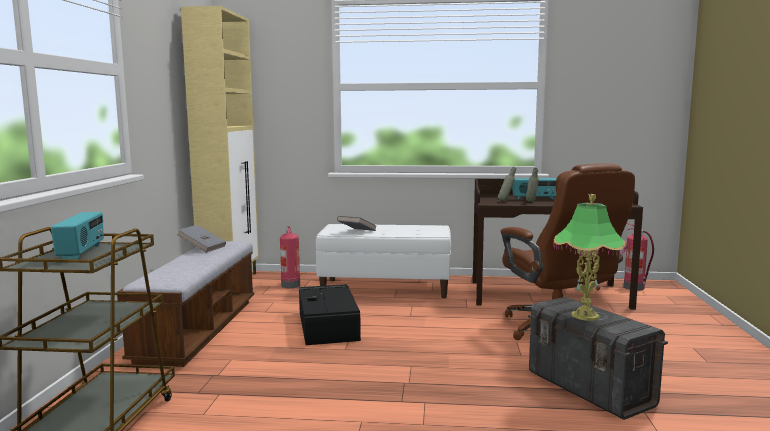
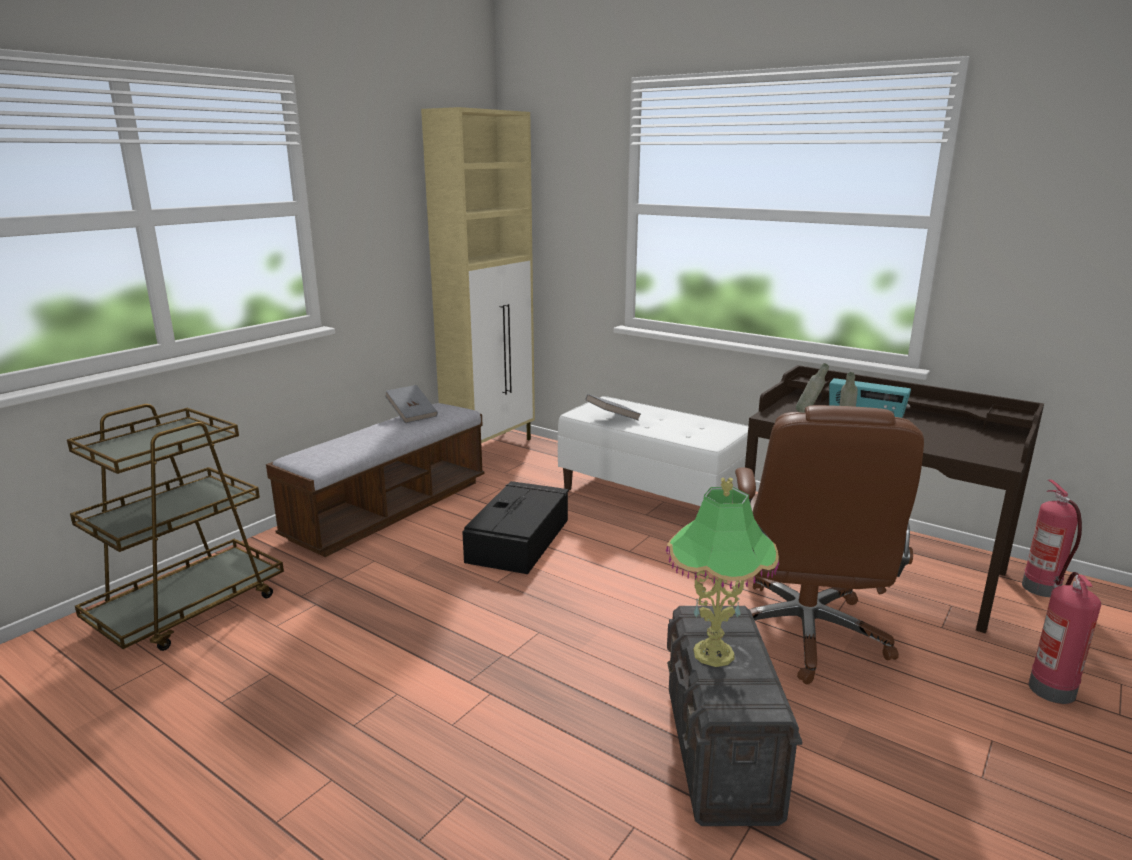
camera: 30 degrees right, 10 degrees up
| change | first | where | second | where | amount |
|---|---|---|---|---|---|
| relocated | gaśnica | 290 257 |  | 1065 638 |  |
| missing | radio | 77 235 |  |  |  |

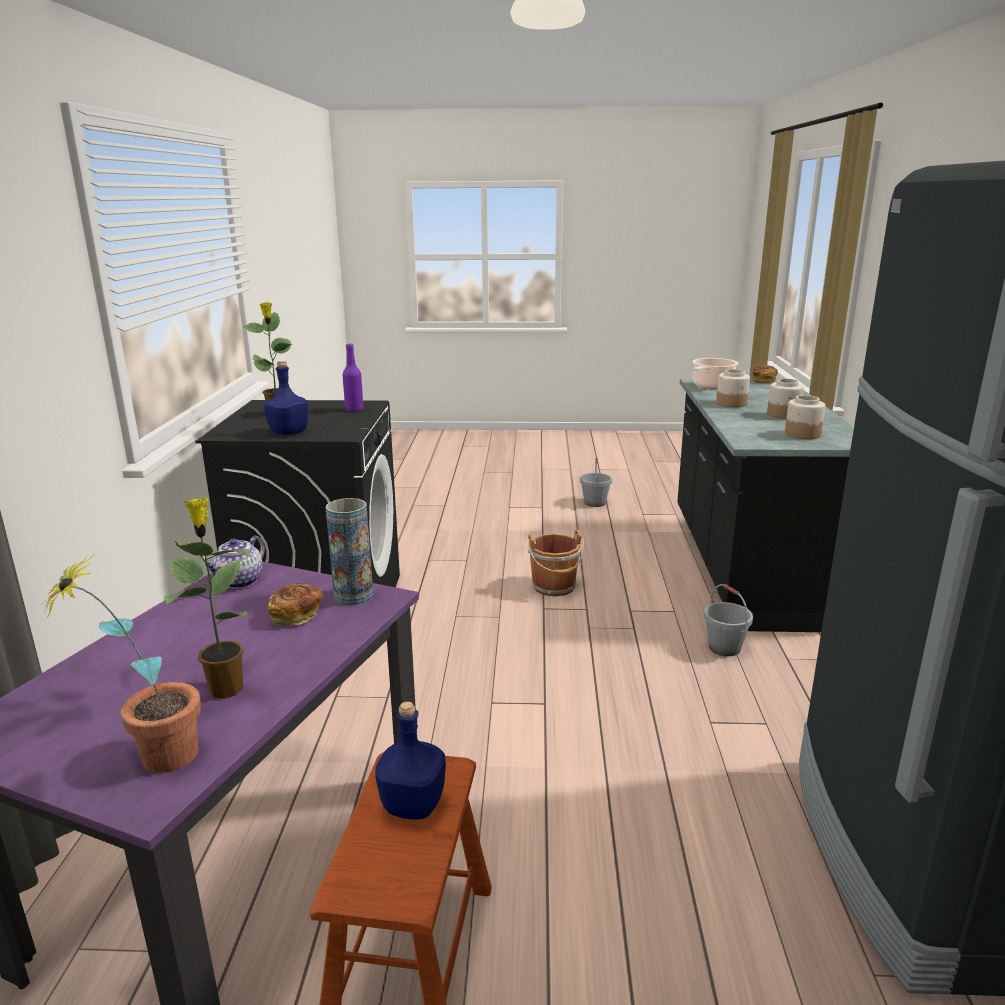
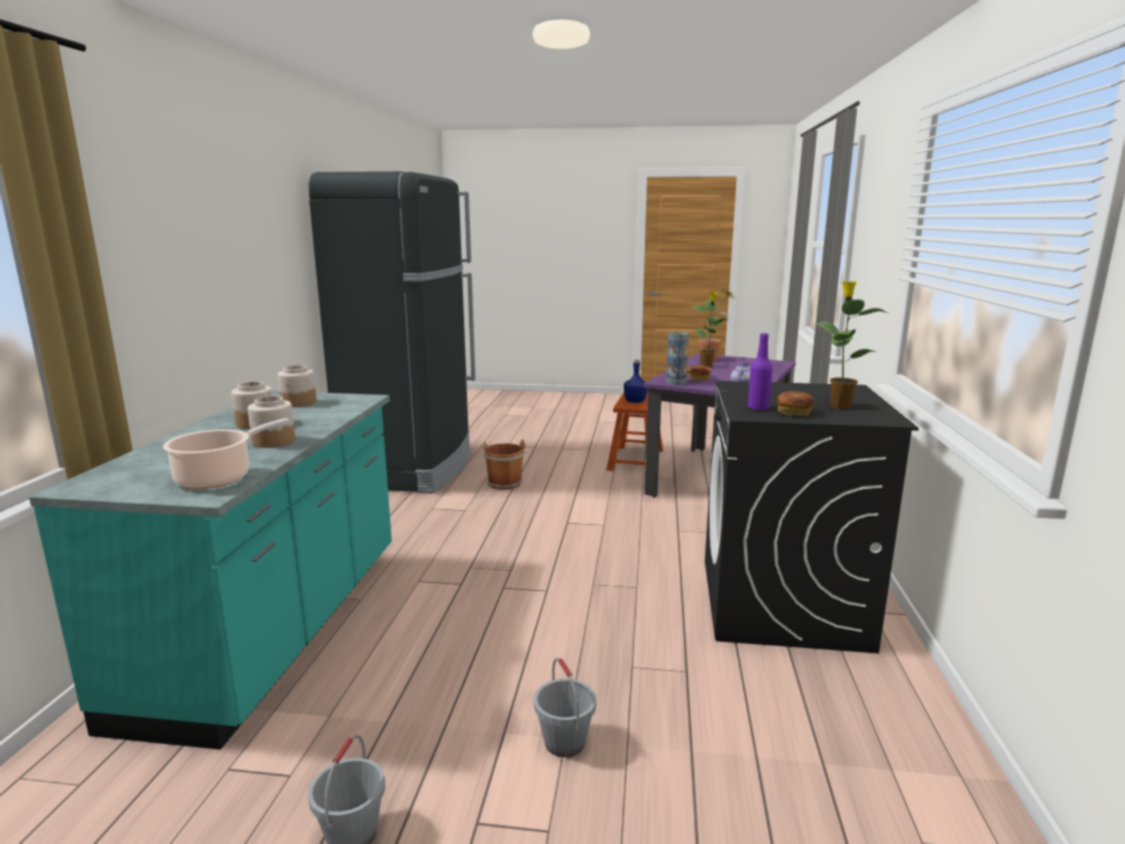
camera: 175 degrees left, 5 degrees down
| change | first | where | second | where | amount |
|---|---|---|---|---|---|
| colour | zabudowa kuchenna/czarny | 765 505 | zabudowa kuchenna/turkusowy | 210 570 |  |
| relocated | wiadro/brązowy | 556 563 |  | 503 465 |  |
| relocated | wiadro/szary | 728 620 |  | 565 707 |  |
| relocated | chleb | 765 374 |  | 795 403 |  |
| missing | butelka/niebieski | 286 398 |  |  |  |

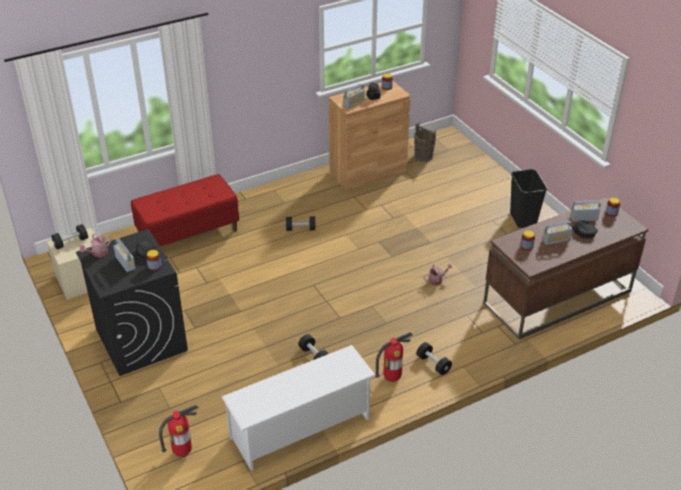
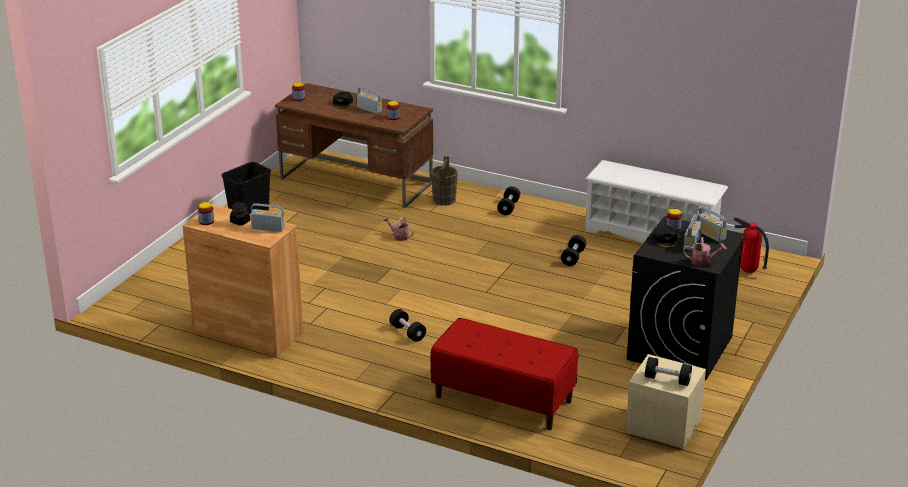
camera: 125 degrees left, 10 degrees down
| change | first | where | second | where | amount |
|---|---|---|---|---|---|
| relocated | wiadro/brązowy | 425 142 |  | 444 181 |  |
| relocated | radio | 585 210 |  | 713 224 |  |
| missing | gaśnica | 394 357 |  |  |  |

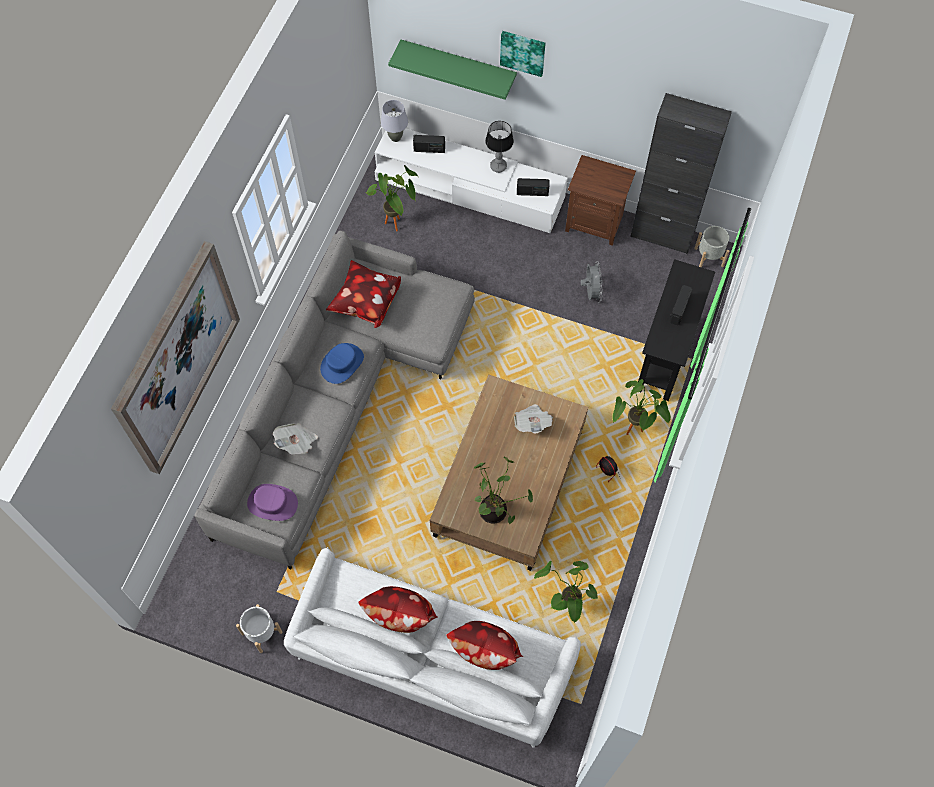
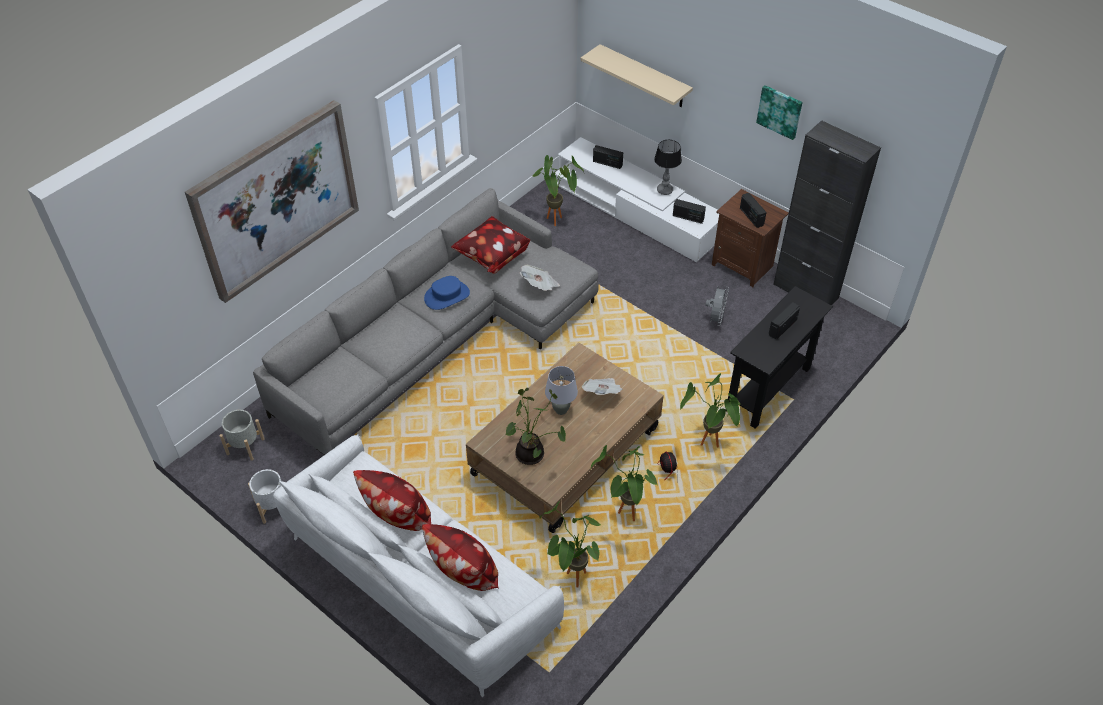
camera: 20 degrees right, 15 degrees down
| change | first | where | second | where | amount |
|---|---|---|---|---|---|
| relocated | donica/szary | 711 247 |  | 242 435 |  |
| relocated | gazeta | 295 439 |  | 540 278 |  |
| relocated | lampa stołowa/szary | 394 121 |  | 561 390 |  |
| colour | półka/zielony | 452 70 | półka/beżowy | 636 75 |  |
| appeared |  |  | roślina doniczkowa | 623 483 |  |
| appeared |  |  | radio | 753 210 |  |
| relocated | obraz | 523 54 |  | 779 112 |  |
| missing | kapelusz/fioletowy | 272 502 |  |  |  |

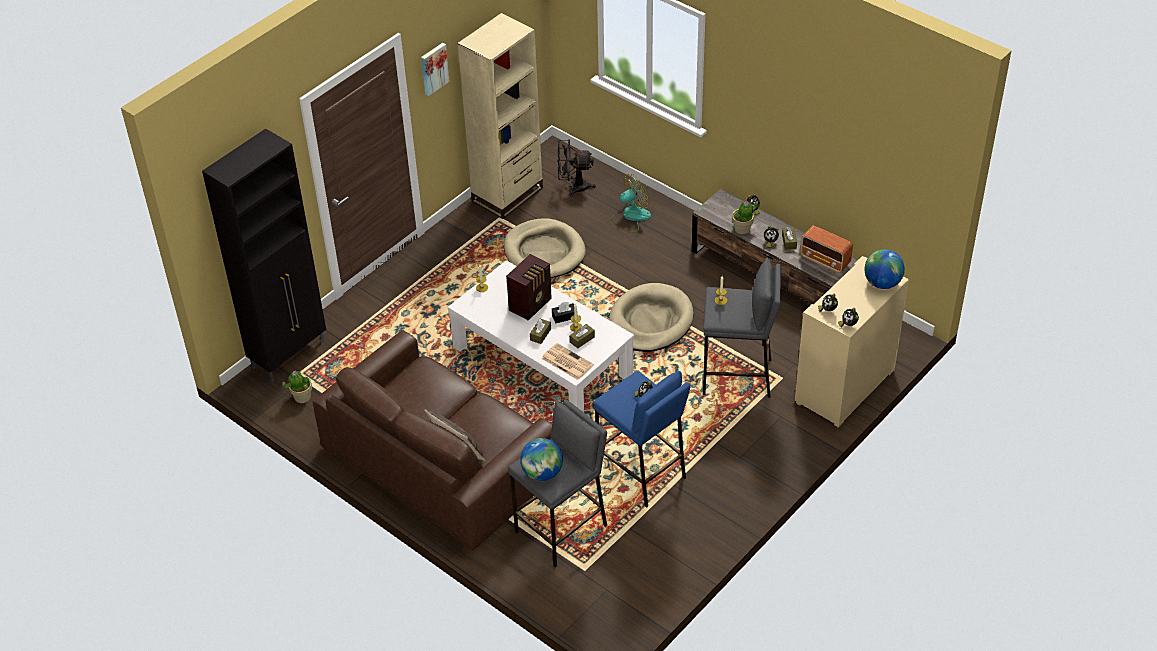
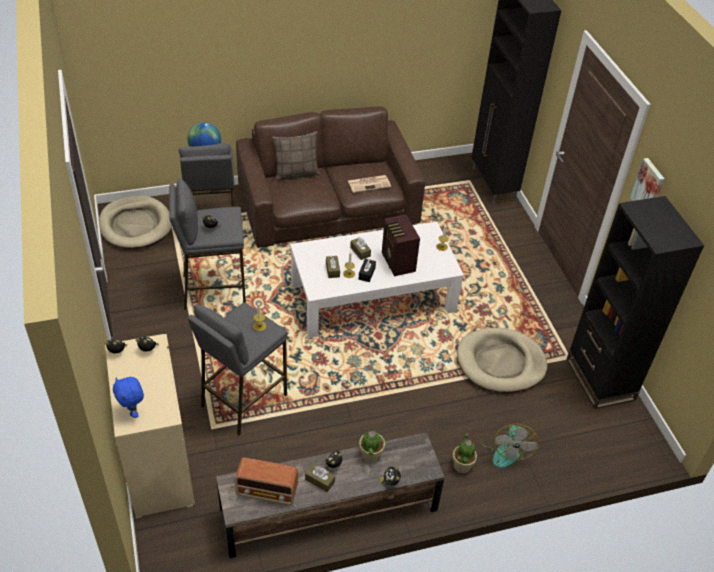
camera: 120 degrees right, 0 degrees up
| change | first | where | second | where | amount |
|---|---|---|---|---|---|
| relocated | legowisko/beżowy | 651 317 |  | 135 222 |  |
| exchanged | globus | 884 269 | pluszak/niebieski | 128 397 |  |
| colour | stołek/niebieski | 642 439 | stołek/szary | 207 244 |  |
| spun | radio | 826 249 |  | 266 481 | 150 degrees counterclockwise |
| relocated | gazeta | 567 361 |  | 369 184 |  |
| relocated | roślina doniczkowa | 297 386 |  | 464 453 |  |
| colour | regał/beżowy | 500 116 | regał/czarny | 635 302 |  |
| missing | wentylator/czarny | 576 168 |  |  |  |

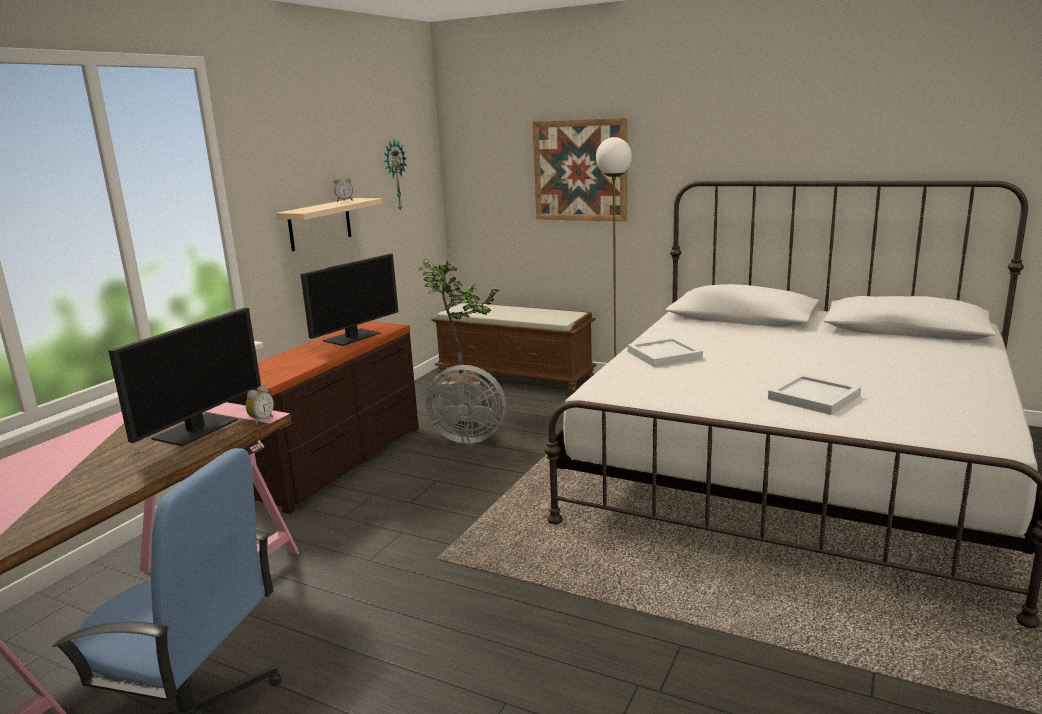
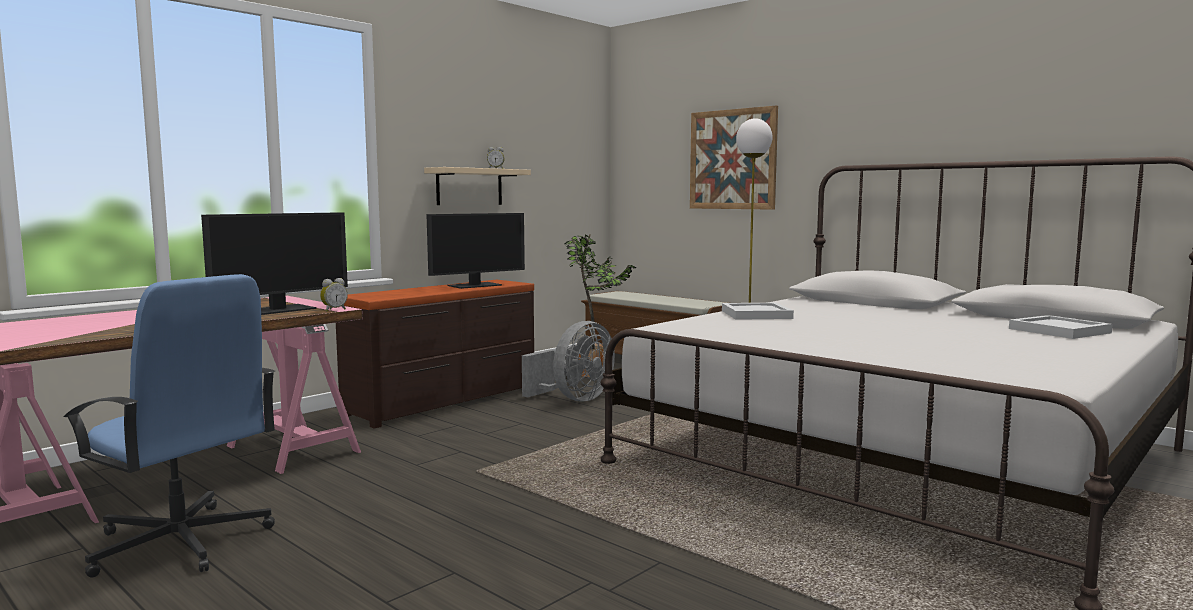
camera: 15 degrees right, 10 degrees down
| change | first | where | second | where | amount |
|---|---|---|---|---|---|
| spun | wentylator/szary | 466 404 |  | 568 361 | 75 degrees counterclockwise |
| relocated | taca/biały | 814 394 |  | 1061 327 |  |
| missing | zegar ścienny | 395 176 |  |  |  |

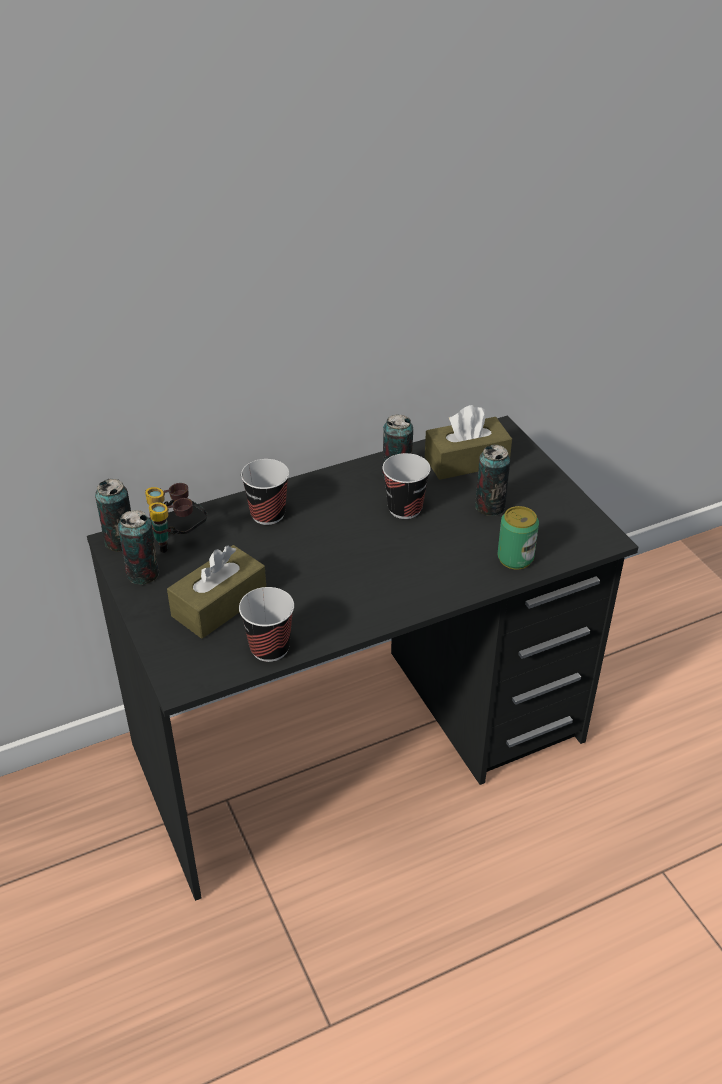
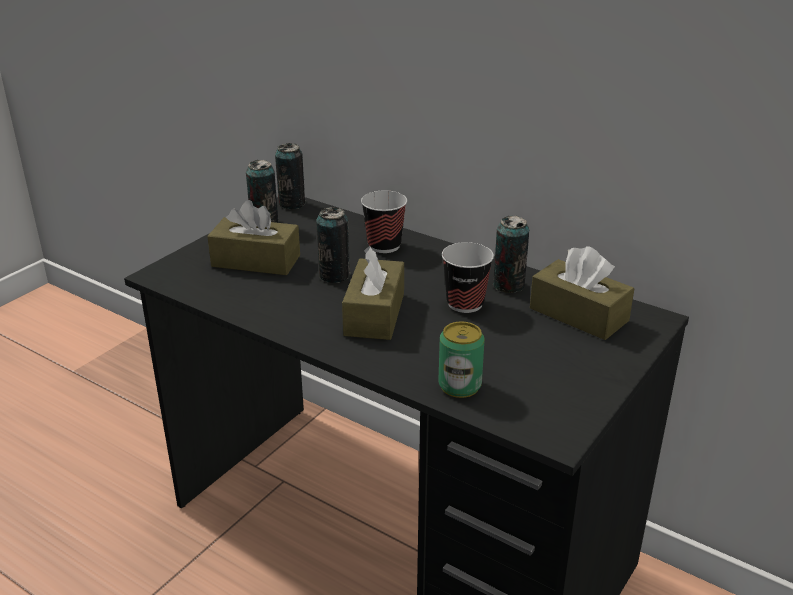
camera: 60 degrees right, 10 degrees down
| change | first | where | second | where | amount |
|---|---|---|---|---|---|
| relocated | puszka | 492 480 |  | 333 245 |  |
| appeared |  |  | pudełko chusteczek/brązowy | 373 293 |  |
| missing | lornetka | 176 518 |  |  |  |
| missing | filiżanka | 266 624 |  |  |  |

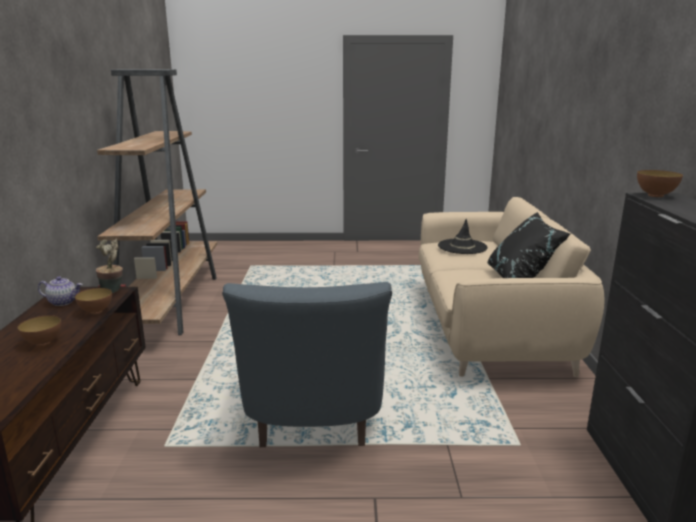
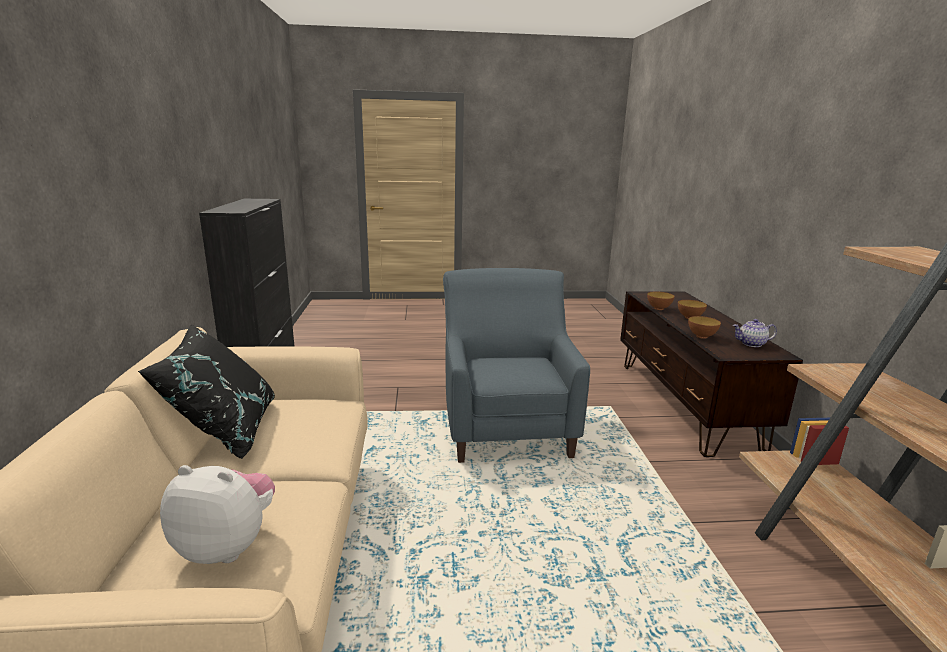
camera: 175 degrees right, 0 degrees up
| change | first | where | second | where | amount |
|---|---|---|---|---|---|
| exchanged | kapelusz/czarny | 463 236 | pluszak | 217 514 |  |
| relocated | miska | 660 183 |  | 661 300 |  |
| missing | roślina doniczkowa | 109 266 |  |  |  |

